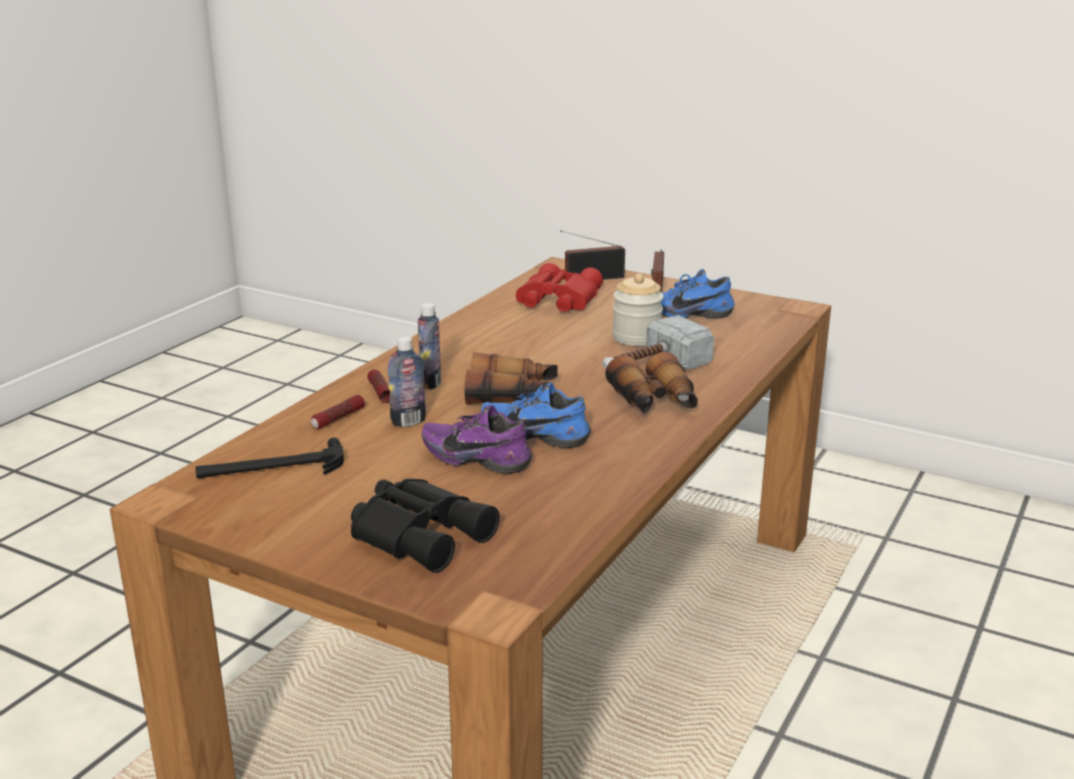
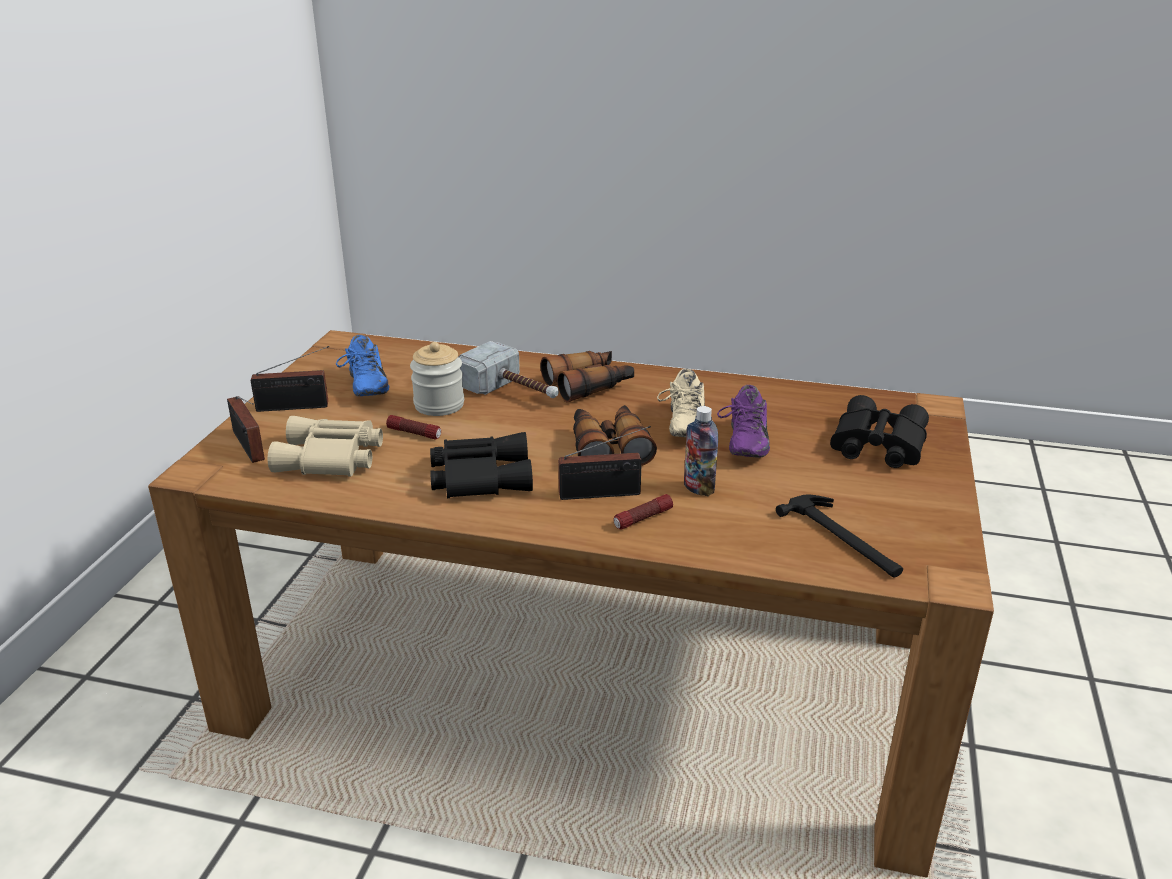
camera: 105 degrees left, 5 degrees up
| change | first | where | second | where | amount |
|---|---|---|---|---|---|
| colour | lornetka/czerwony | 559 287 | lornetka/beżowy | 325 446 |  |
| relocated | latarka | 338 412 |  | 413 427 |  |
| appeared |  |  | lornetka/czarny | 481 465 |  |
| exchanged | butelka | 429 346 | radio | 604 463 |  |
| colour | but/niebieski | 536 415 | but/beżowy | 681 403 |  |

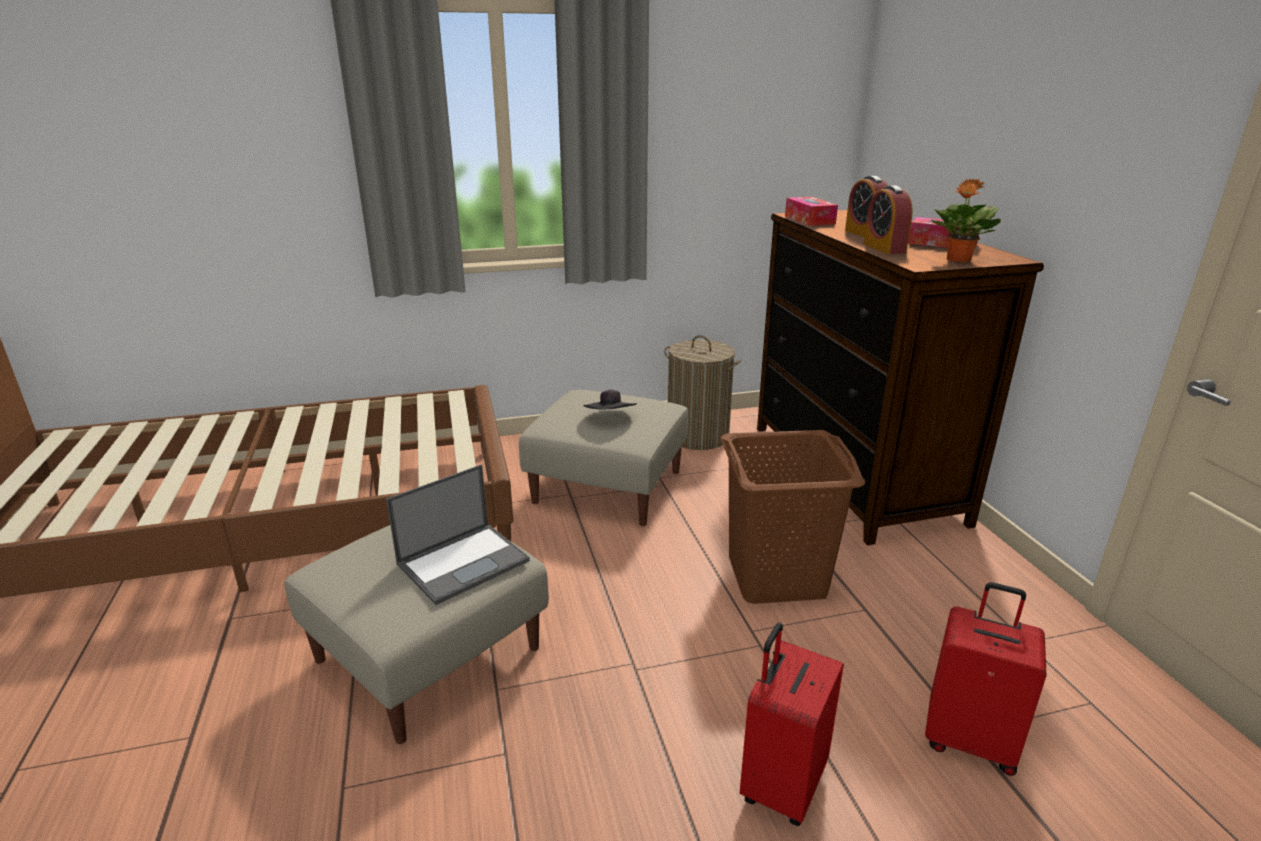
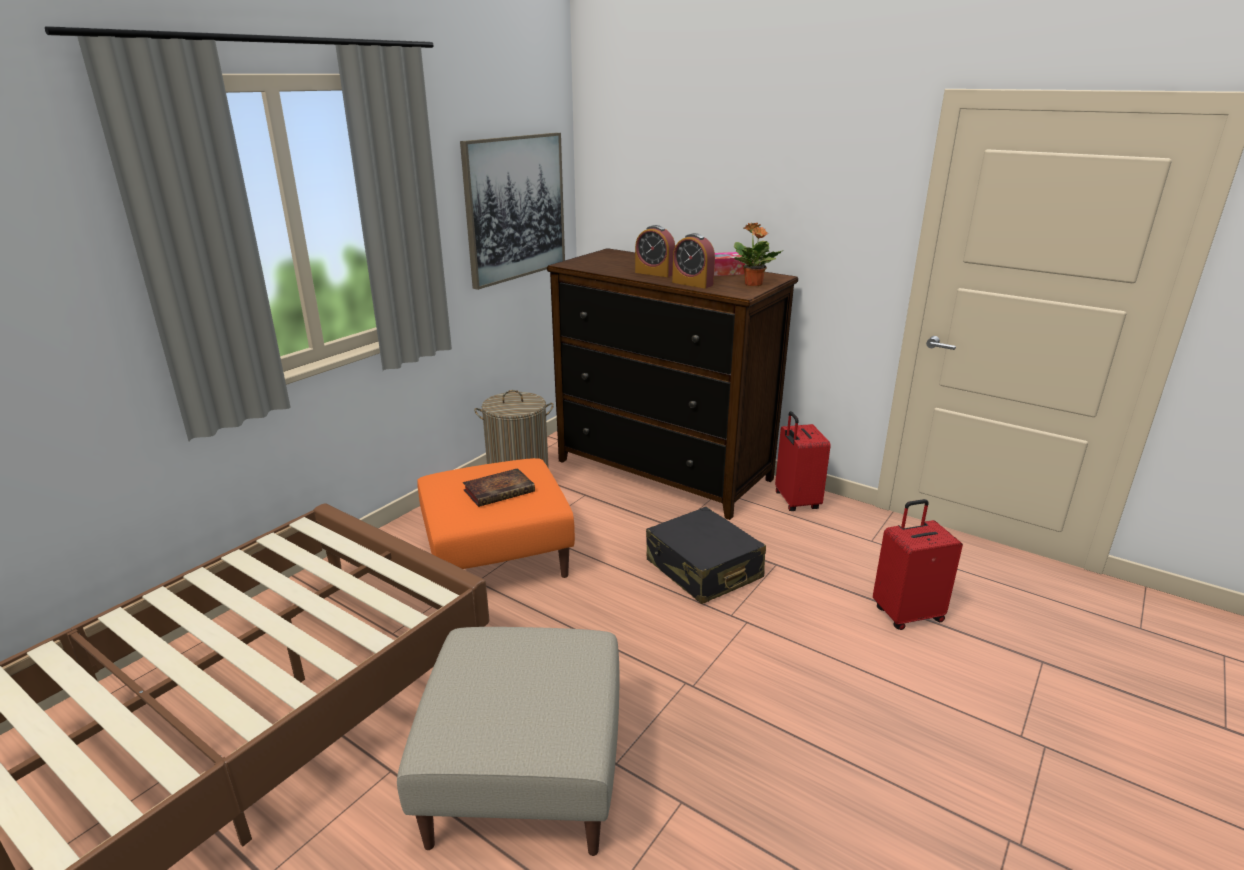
camera: 40 degrees left, 0 degrees up
| change | first | where | second | where | amount |
|---|---|---|---|---|---|
| colour | pufa/beżowy | 603 458 | pufa/pomarańczowy | 496 518 |  |
| appeared |  |  | obraz | 512 211 |  |
| exchanged | kapelusz/czarny | 610 399 | książka | 499 487 |  |
| exchanged | kosz na pranie/brązowy | 792 517 | walizka/czarny | 706 555 |  |
| relocated | walizka/czerwony | 791 724 |  | 802 461 |  |
| missing | laptop | 458 534 |  |  |  |
| missing | pudełko chusteczek | 811 211 |  |  |  |

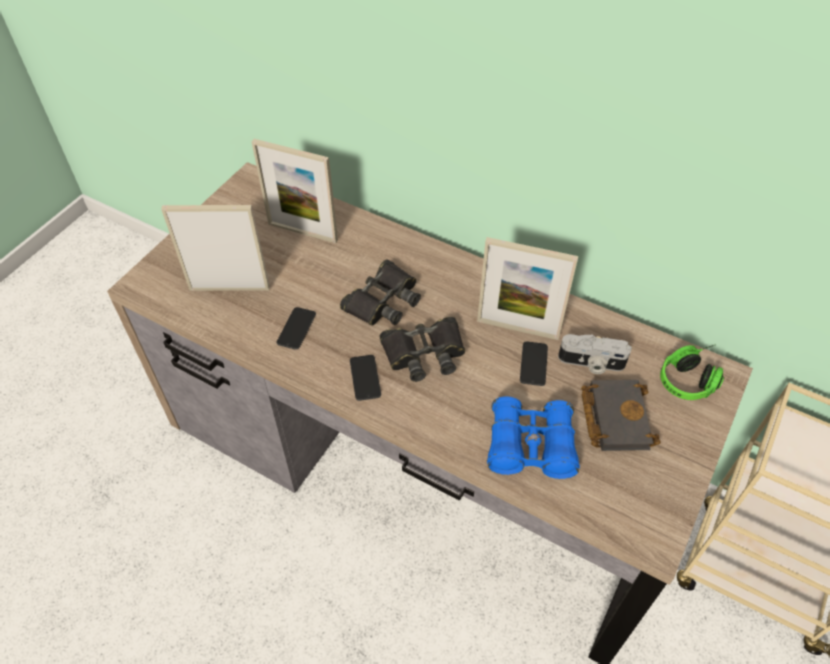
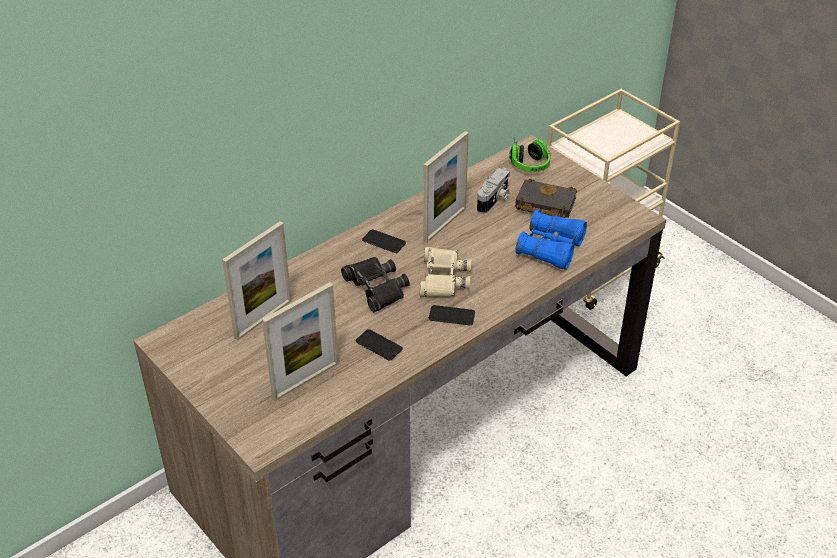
camera: 70 degrees left, 10 degrees down
| change | first | where | second | where | amount |
|---|---|---|---|---|---|
| spun | ramka na zdjęcie | 215 248 |  | 300 341 | 150 degrees counterclockwise |
| relocated | telefon | 534 363 |  | 384 241 |  |
| colour | lornetka/czarny | 422 349 | lornetka/beżowy | 446 272 |  |

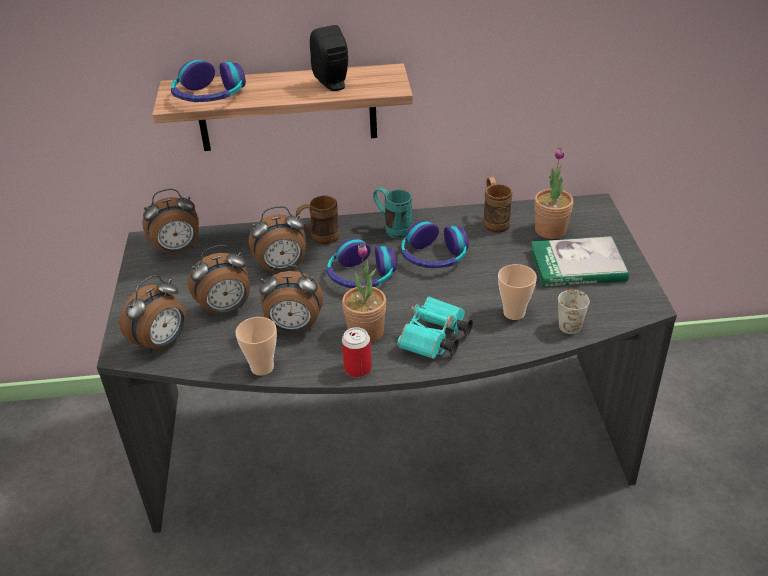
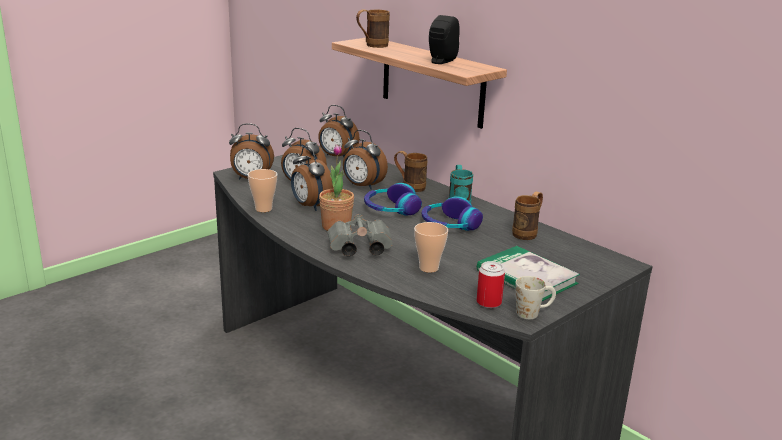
camera: 50 degrees right, 15 degrees down
| change | first | where | second | where | amount |
|---|---|---|---|---|---|
| colour | lornetka/turkusowy | 435 328 | lornetka/szary | 360 235 |  |
| exchanged | słuchawki | 208 81 | kubek/brązowy | 373 28 |  |
| relocated | puszka | 357 352 |  | 491 284 |  |
| relocated | kubek/biały | 574 312 |  | 535 297 |  |
| missing | roślina doniczkowa | 553 193 |  |  |  |

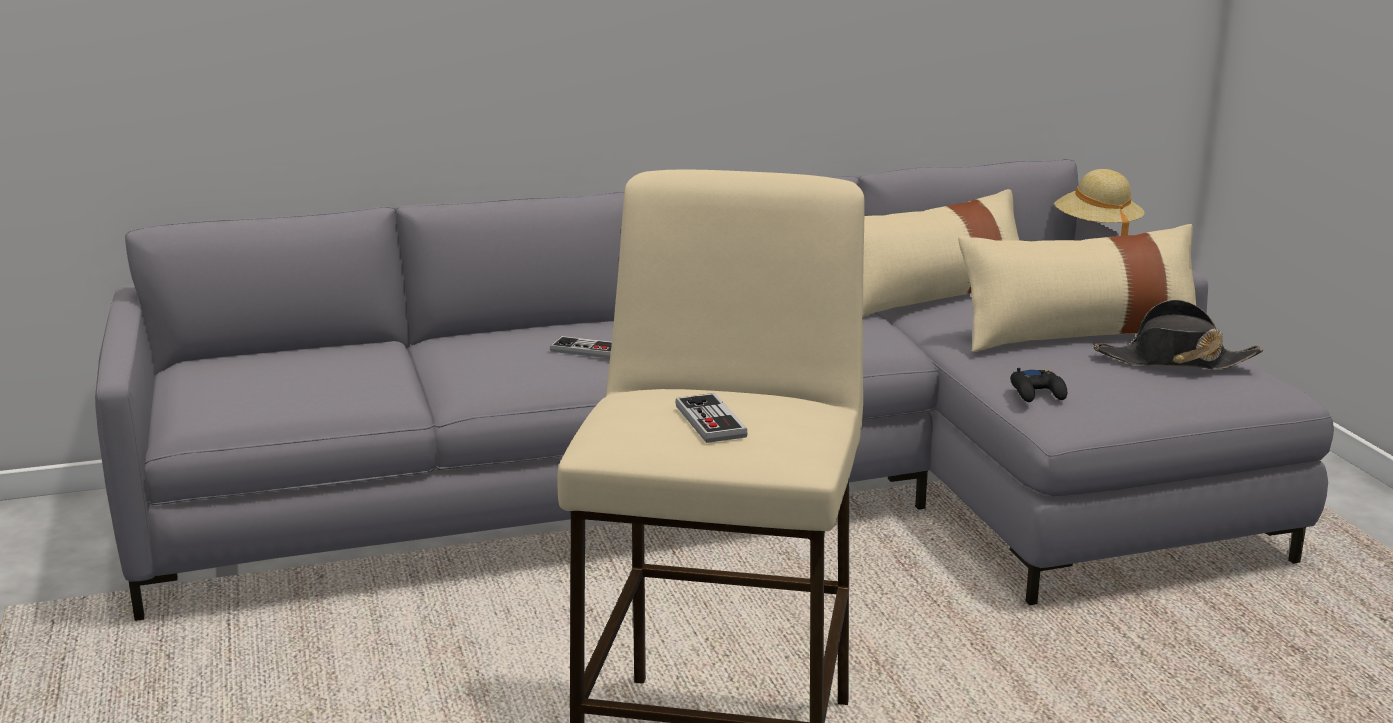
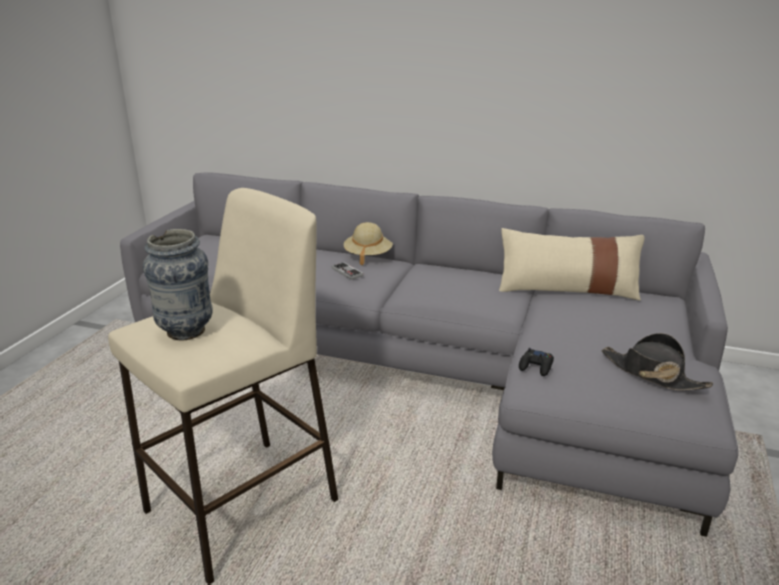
camera: 35 degrees right, 5 degrees up
| change | first | where | second | where | amount |
|---|---|---|---|---|---|
| exchanged | pad do gier | 711 418 | wazon | 178 285 |  |
| relocated | kapelusz/beżowy | 1099 202 |  | 368 243 |  |
| missing | poduszka/beżowy | 1077 288 |  |  |  |

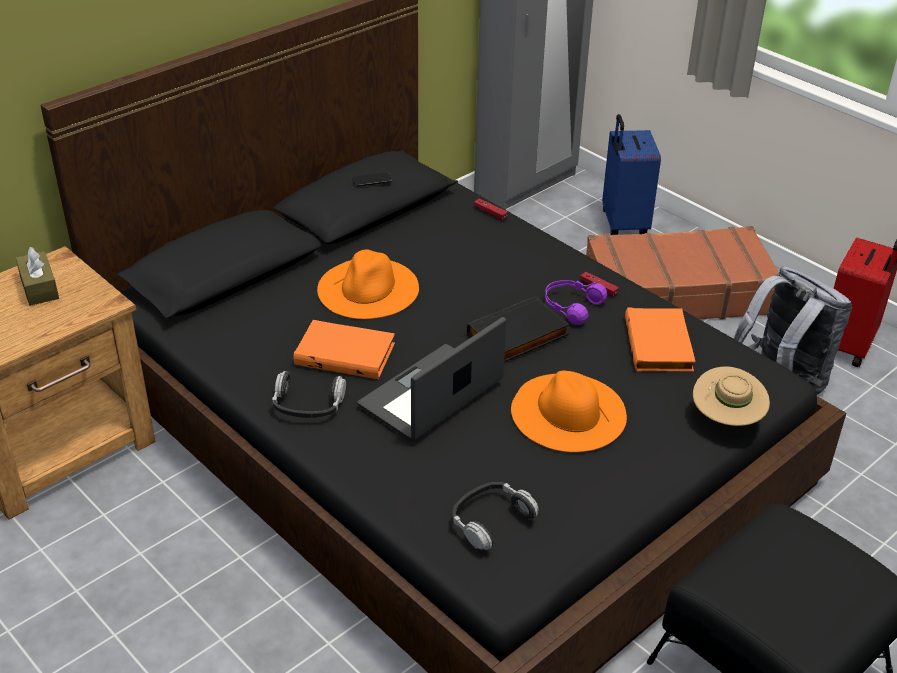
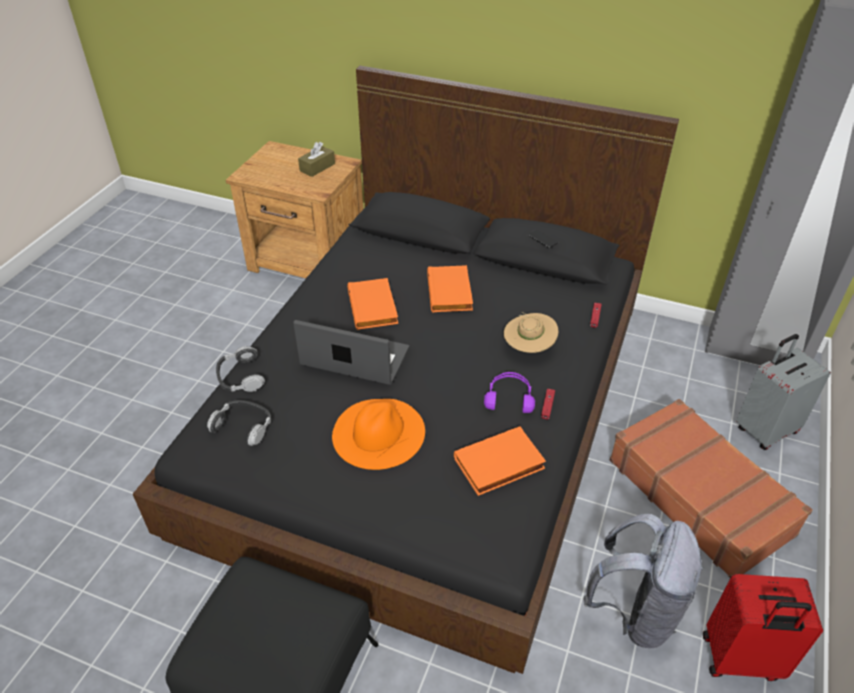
camera: 65 degrees right, 5 degrees up
| change | first | where | second | where | amount |
|---|---|---|---|---|---|
| relocated | słuchawki | 309 394 |  | 240 369 |  |
| exchanged | kapelusz/pomarańczowy | 368 284 | książka/pomarańczowy | 450 288 |  |
| relocated | kapelusz/beżowy | 731 396 |  | 531 332 |  |
| colour | walizka/niebieski | 631 174 | walizka/szary | 783 392 |  |
| missing | książka/czarny | 518 329 |  |  |  |

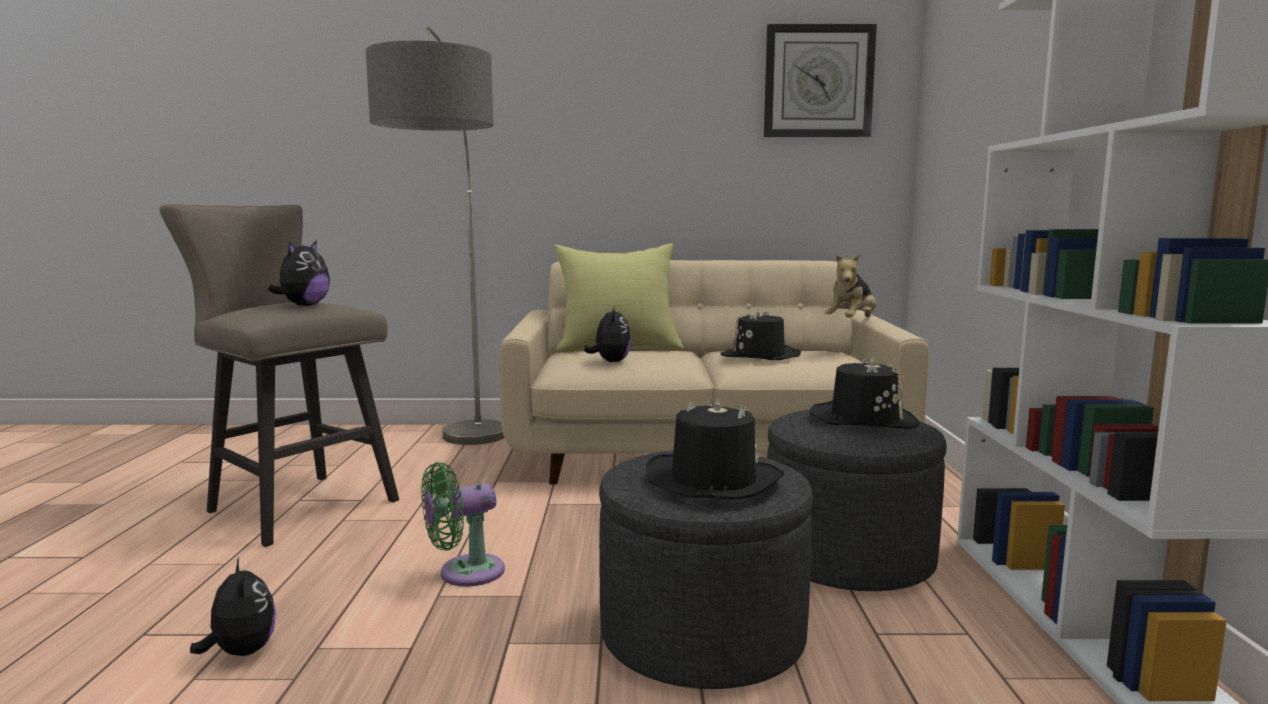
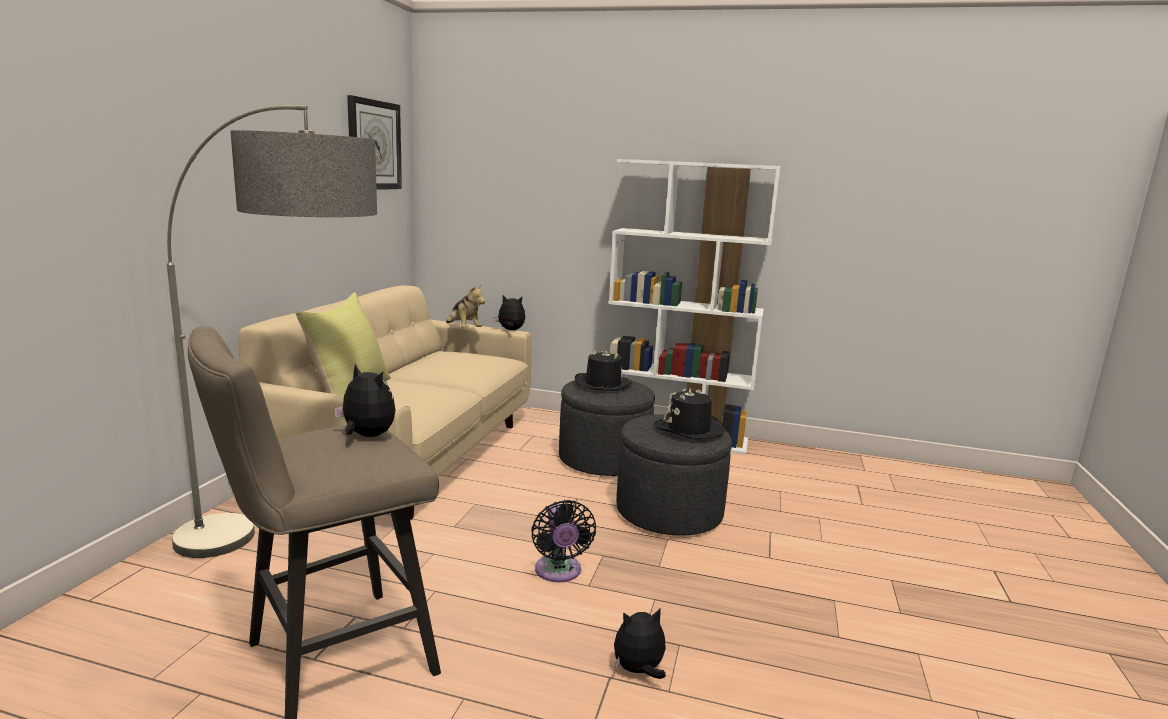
camera: 75 degrees left, 5 degrees up
| change | first | where | second | where | amount |
|---|---|---|---|---|---|
| relocated | pluszak | 608 334 |  | 509 312 |  |
| colour | wentylator/zielony | 463 524 | wentylator/czarny | 563 541 |  |
| missing | kapelusz/czarny | 760 334 |  |  |  |

